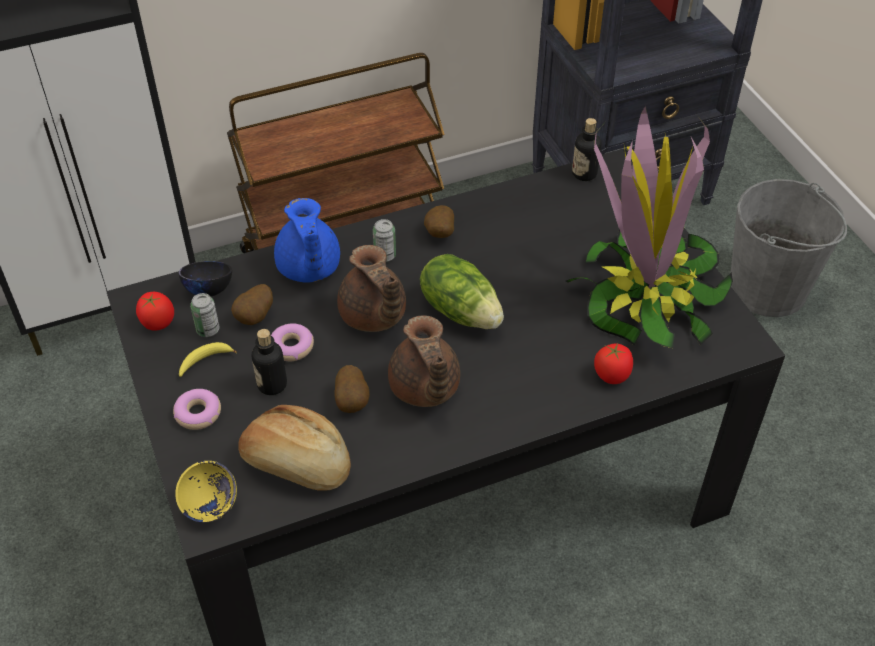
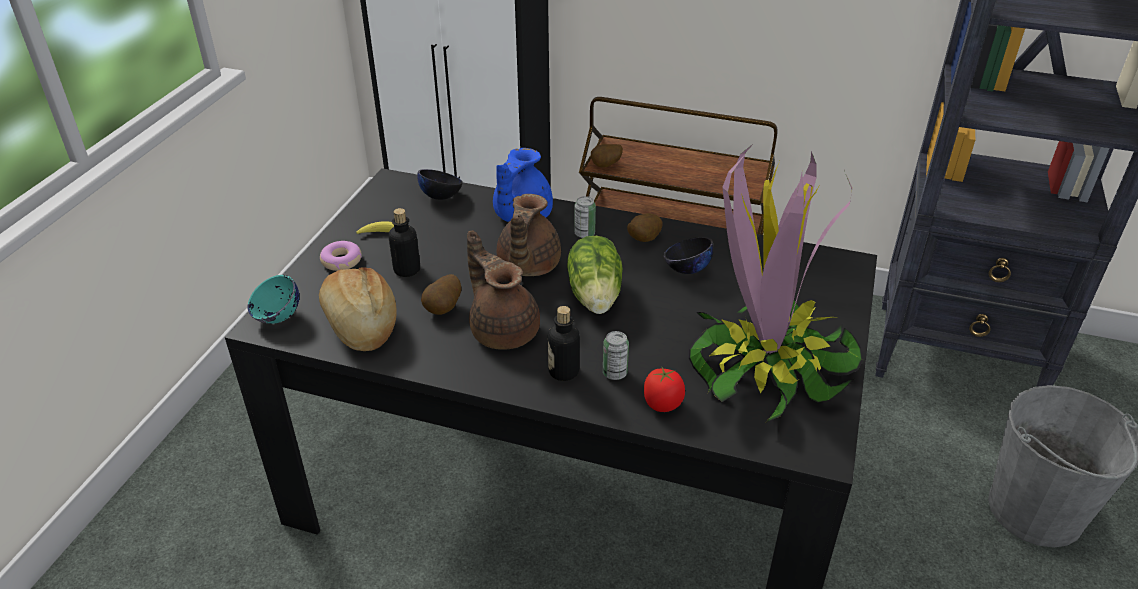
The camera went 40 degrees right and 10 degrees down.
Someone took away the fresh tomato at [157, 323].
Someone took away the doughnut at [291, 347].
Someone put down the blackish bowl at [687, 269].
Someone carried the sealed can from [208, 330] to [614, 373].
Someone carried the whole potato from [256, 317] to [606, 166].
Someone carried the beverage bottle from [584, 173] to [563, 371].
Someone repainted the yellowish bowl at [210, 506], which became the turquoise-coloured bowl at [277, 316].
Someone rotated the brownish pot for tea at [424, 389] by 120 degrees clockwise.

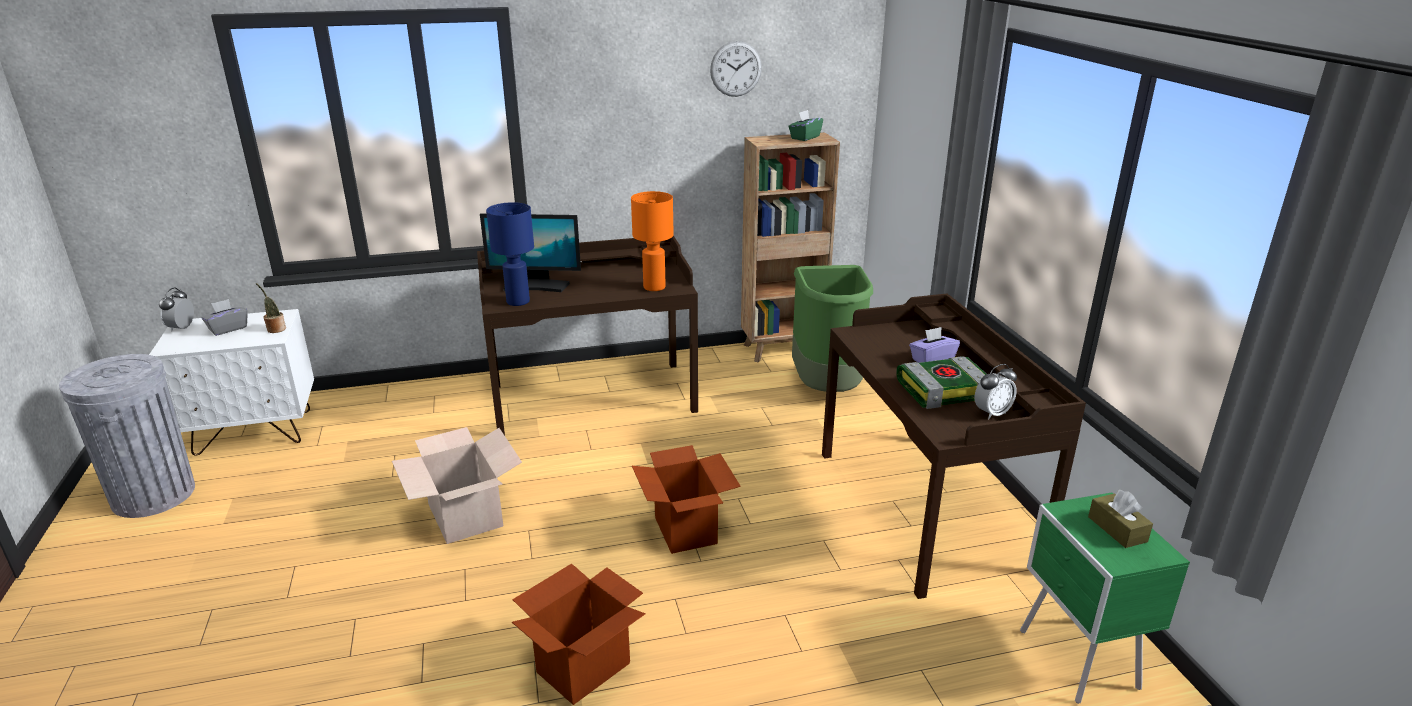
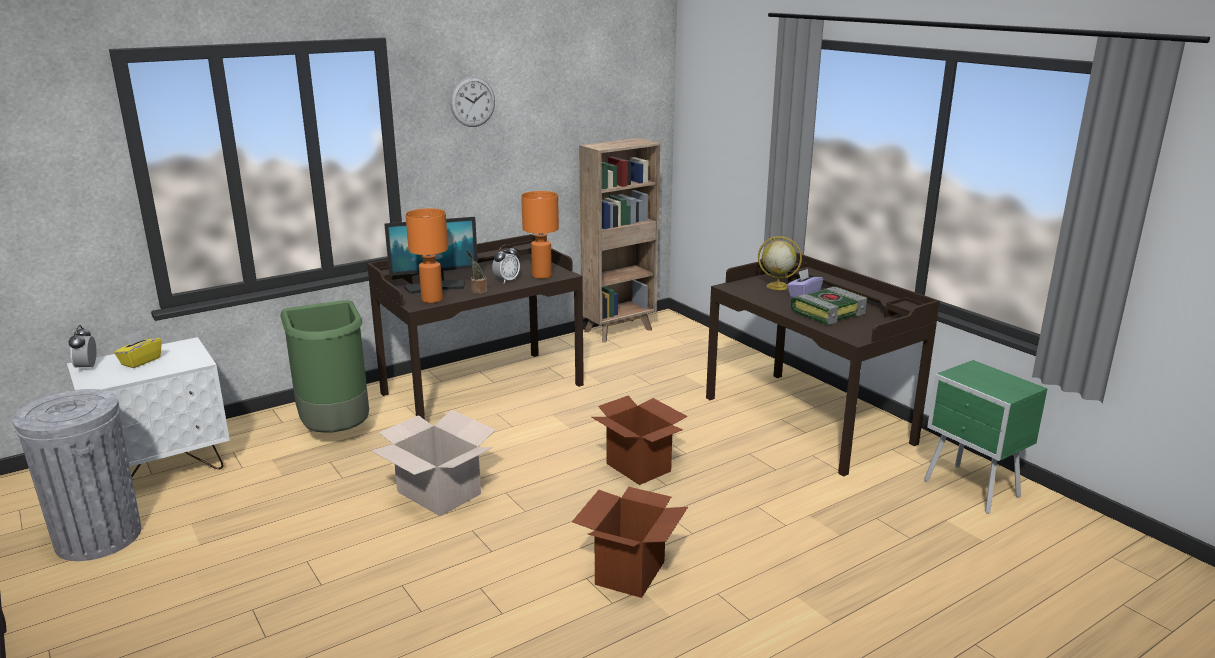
The camera went 20 degrees left and 5 degrees down.
Someone took away the greenish tissue box at [804, 137].
Someone took away the brownish tissue box at [1117, 529].
Someone put down the globe at [776, 286].
Someone carried the plant in a pot from [275, 329] to [478, 291].
Someone carried the clock on the wall from [736, 69] to [472, 102].
Someone carried the greenish rubbish bin from [827, 389] to [337, 430].
Someone carried the bedside clock from [992, 413] to [506, 280].
Someone repainted the gray tissue box at [228, 329], which became the yellowish tissue box at [140, 361].
Someone repainted the blue lamp for a table at [518, 301], which became the orange-coloured lamp for a table at [432, 299].

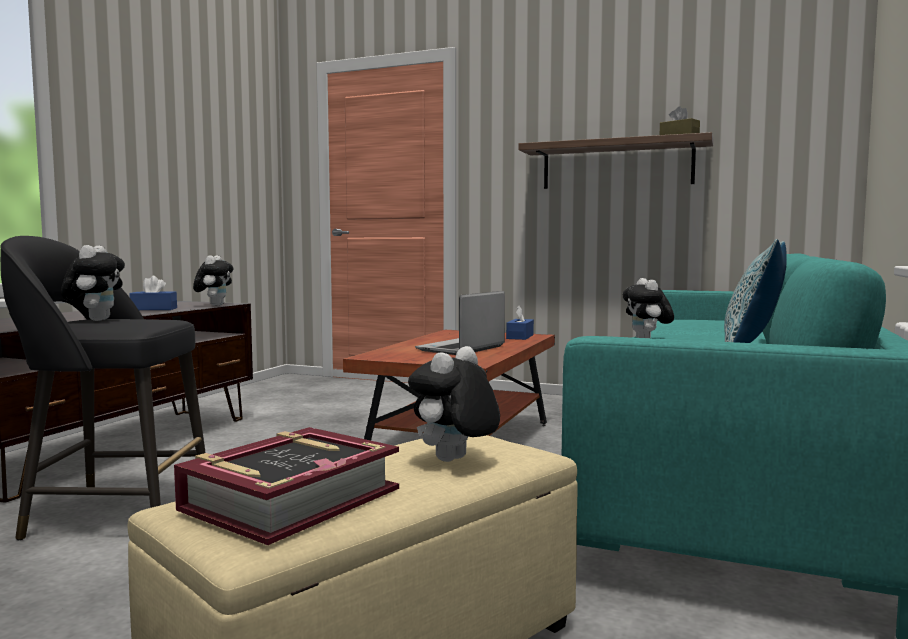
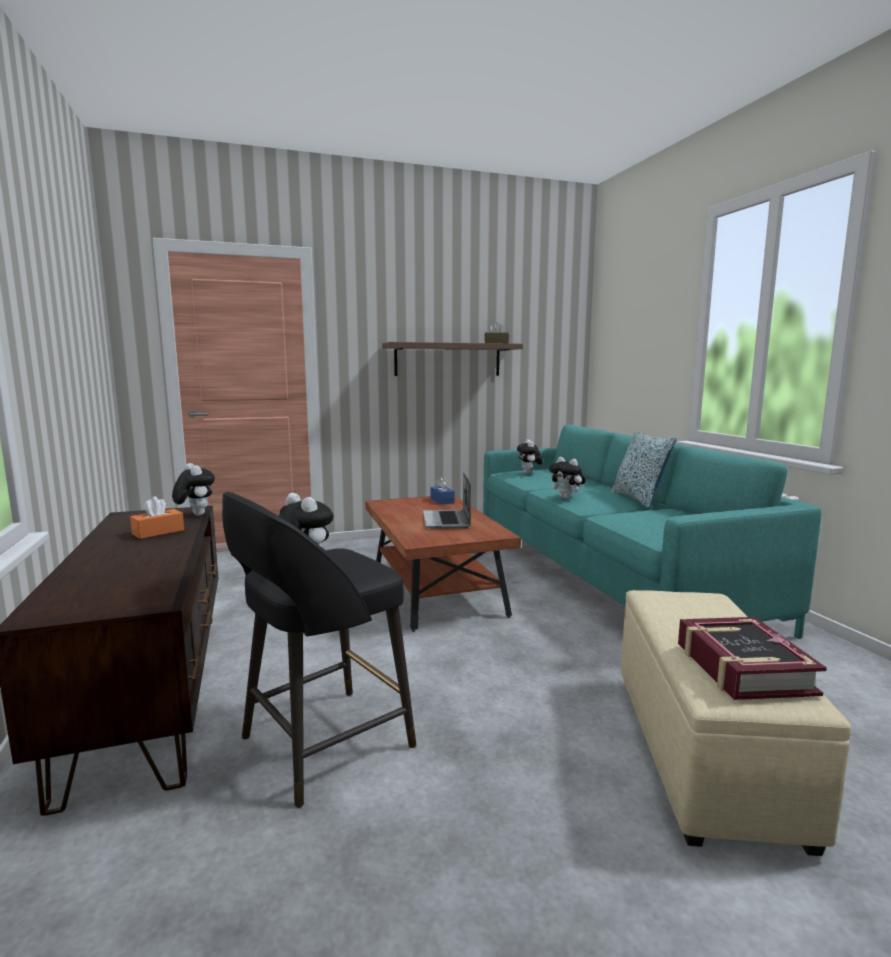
The camera went 40 degrees left and 5 degrees up.
Someone carried the soft toy from [454, 461] to [529, 473].
Someone repainted the blue tissue box at [154, 309], which became the orange-coloured tissue box at [158, 532].

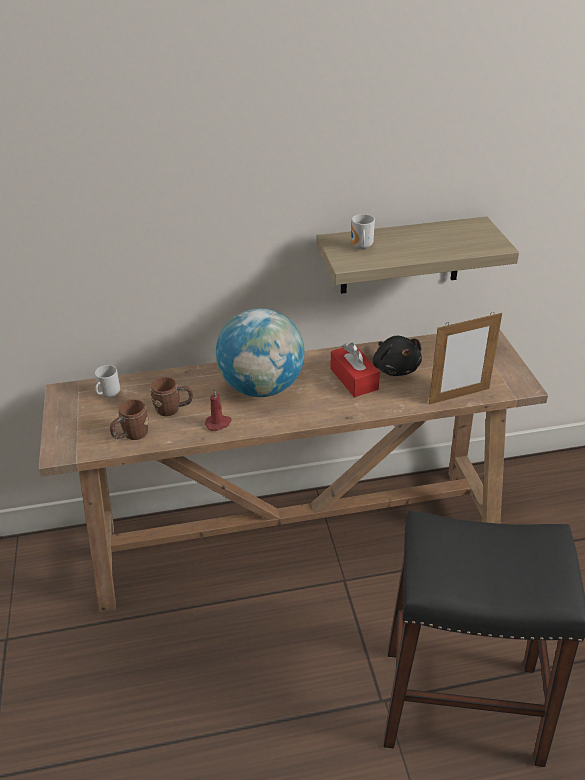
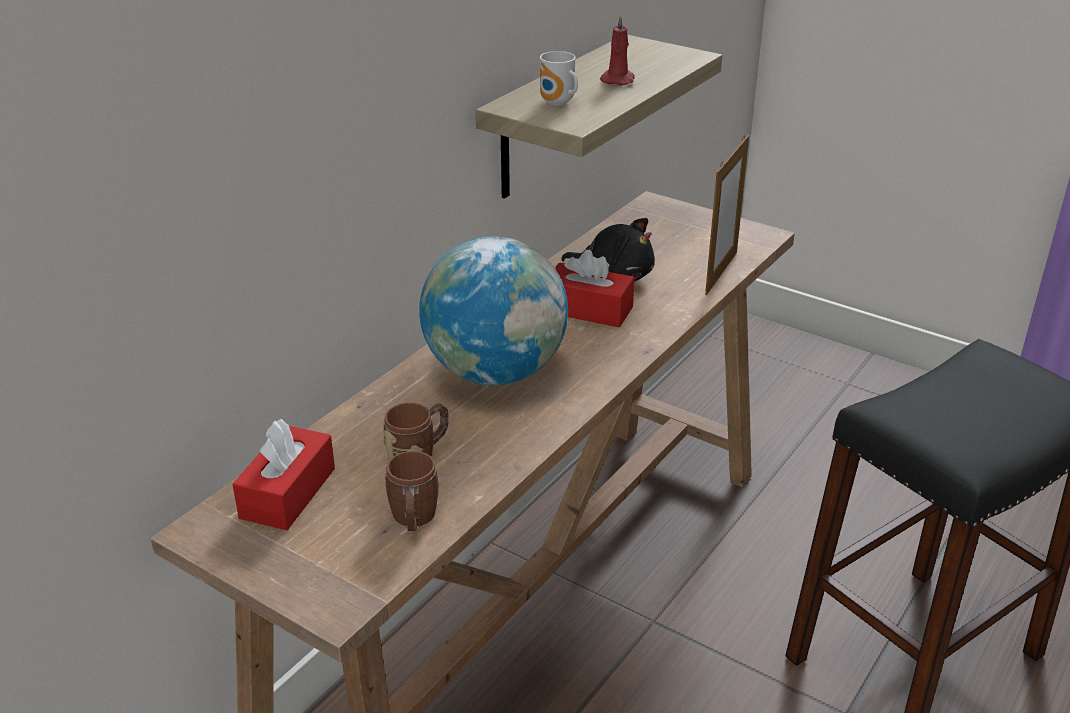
The camera went 45 degrees left and 5 degrees down.
Someone carried the red-coloured wax light from [218, 423] to [618, 80].
Someone swapped the coffee mug at [108, 395] for the red-coloured tissue box at [288, 493].

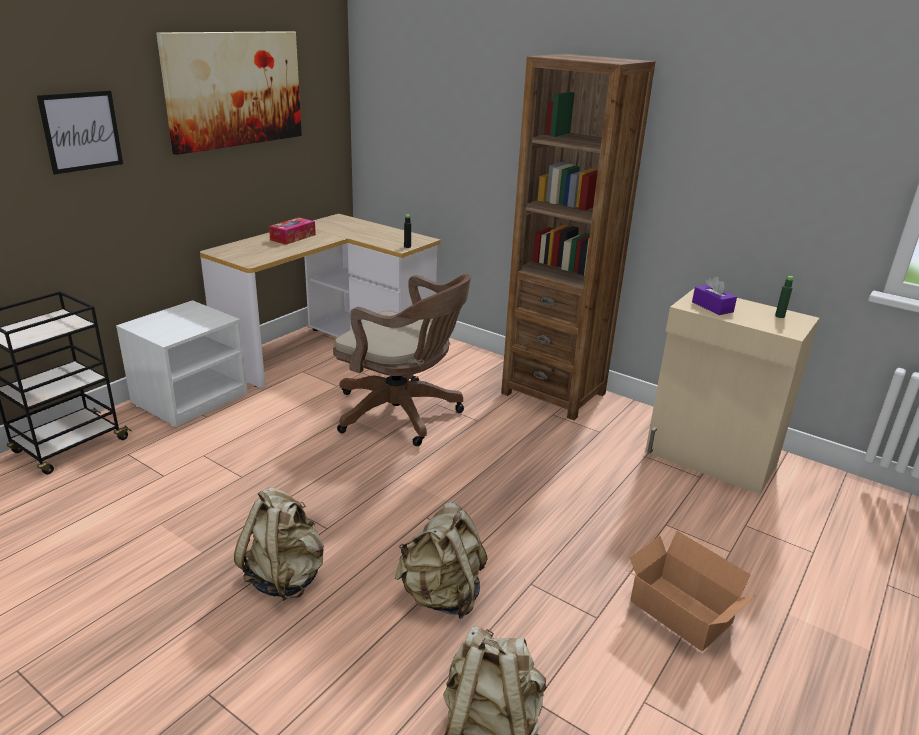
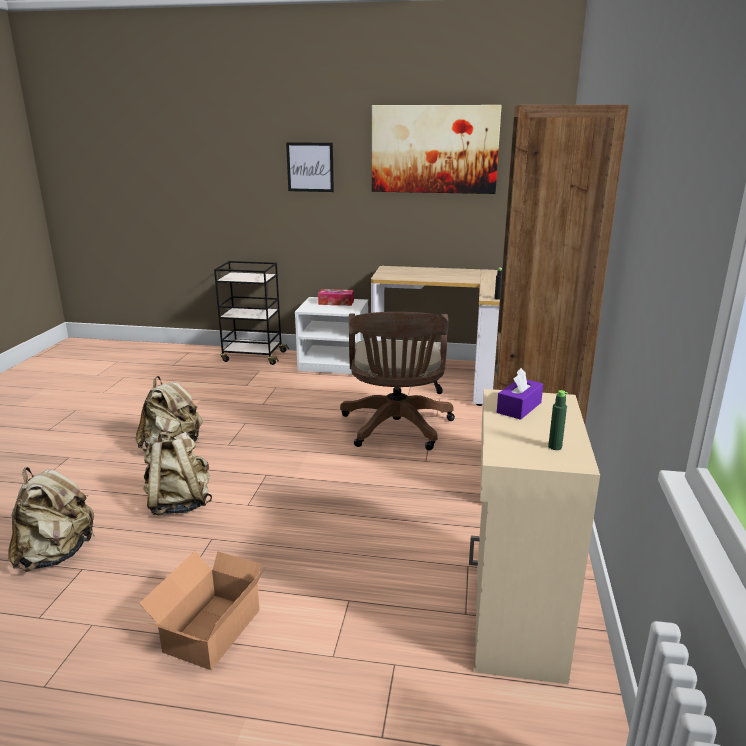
The camera went 65 degrees right and 5 degrees down.
Someone carried the tissue box from [293, 237] to [336, 302].

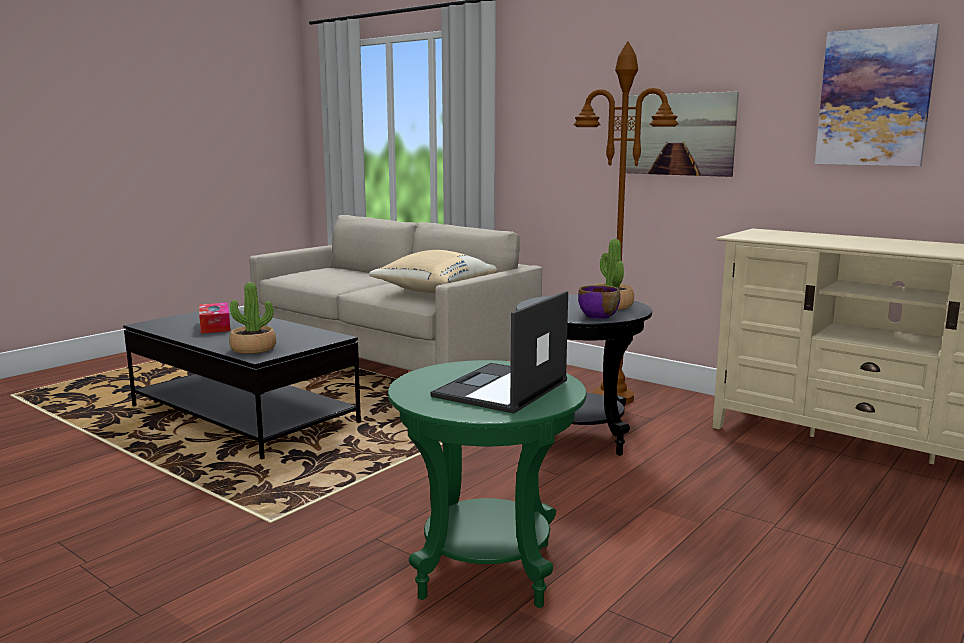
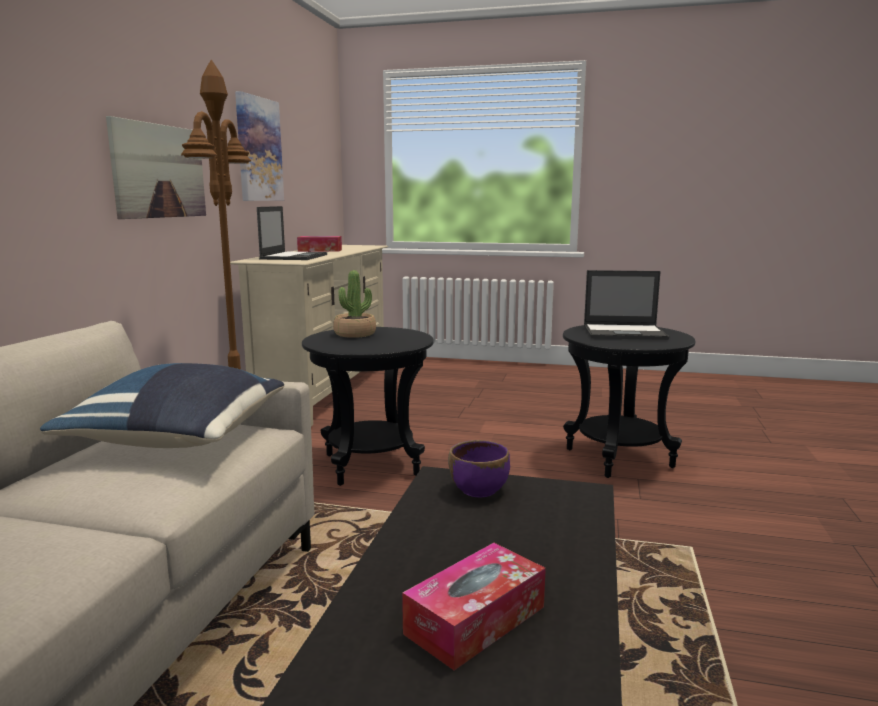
The camera went 115 degrees left and 0 degrees up.
Someone took away the plant in a pot at [253, 349].
Someone put down the notebook computer at [294, 257].
Someone put down the tissue box at [320, 250].
Someone carried the purple bowl from [598, 316] to [479, 489].
Someone repainted the beige cushion at [433, 291], which became the blue cushion at [181, 440].
Someone repainted the greenish side table at [486, 571], which became the blackish side table at [619, 458].

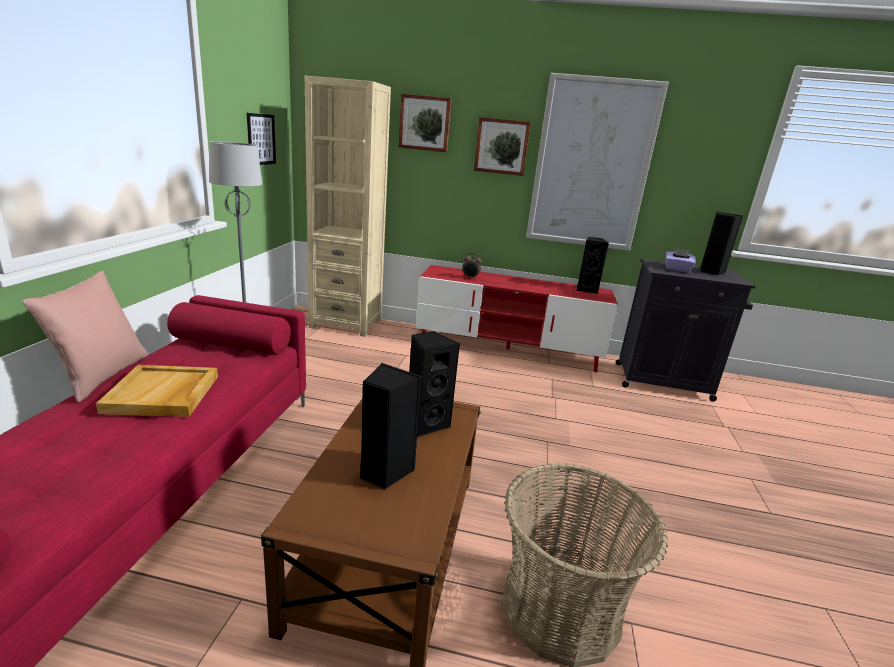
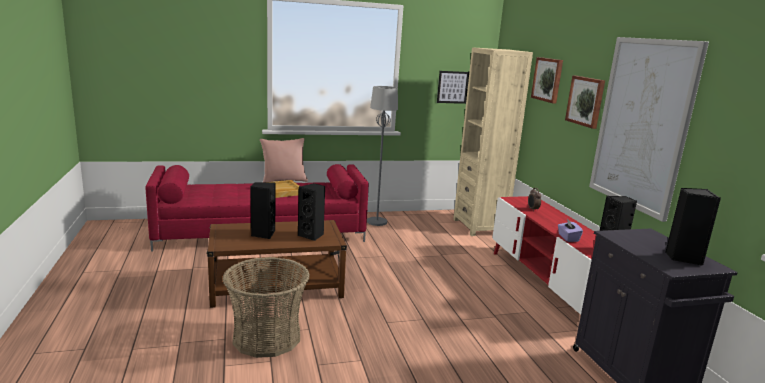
The camera went 65 degrees right and 5 degrees down.
Someone carried the purple tissue box from [677, 269] to [568, 238].

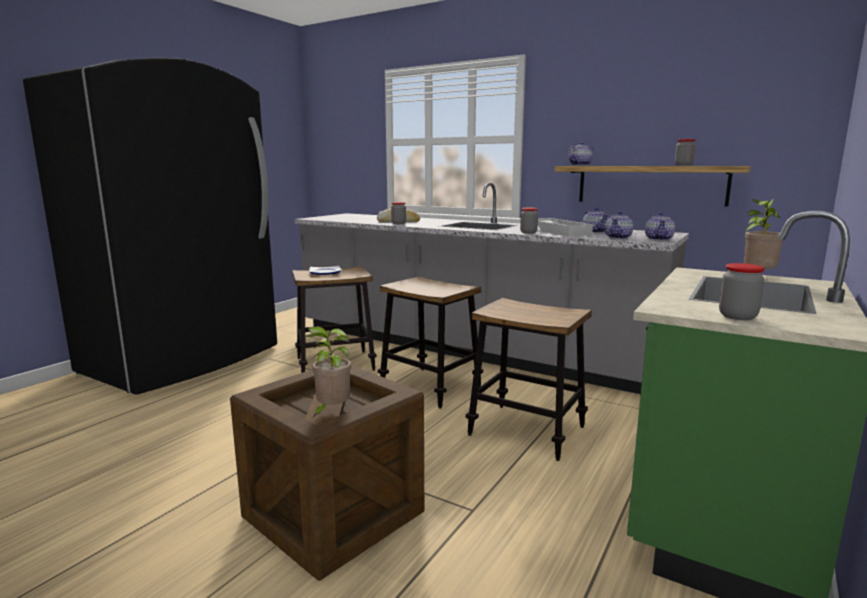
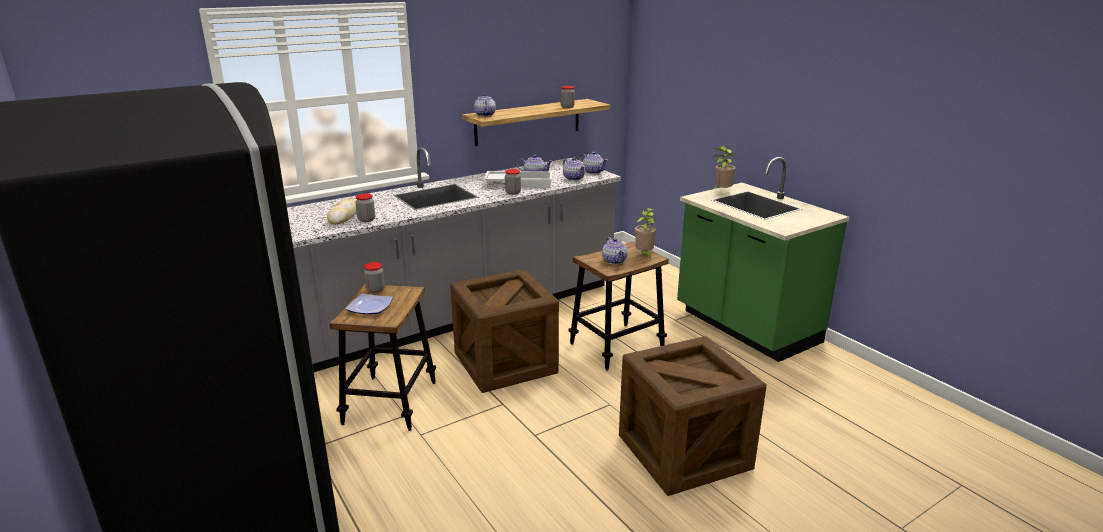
The camera went 65 degrees left and 10 degrees up.
Someone put down the pot for tea at [614, 261].
Someone carried the plant in a pot from [331, 411] to [644, 255].
Someone carried the jar from [737, 316] to [375, 290].
Someone swapped the stool seat at [430, 387] for the packing crate at [505, 363].

